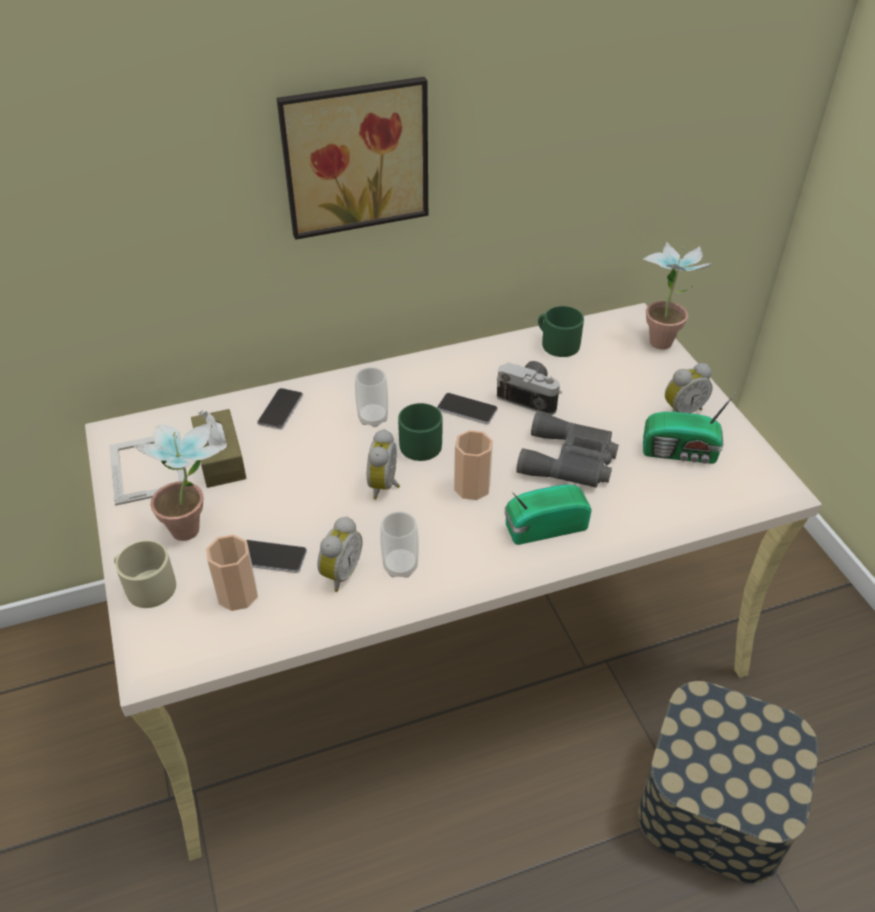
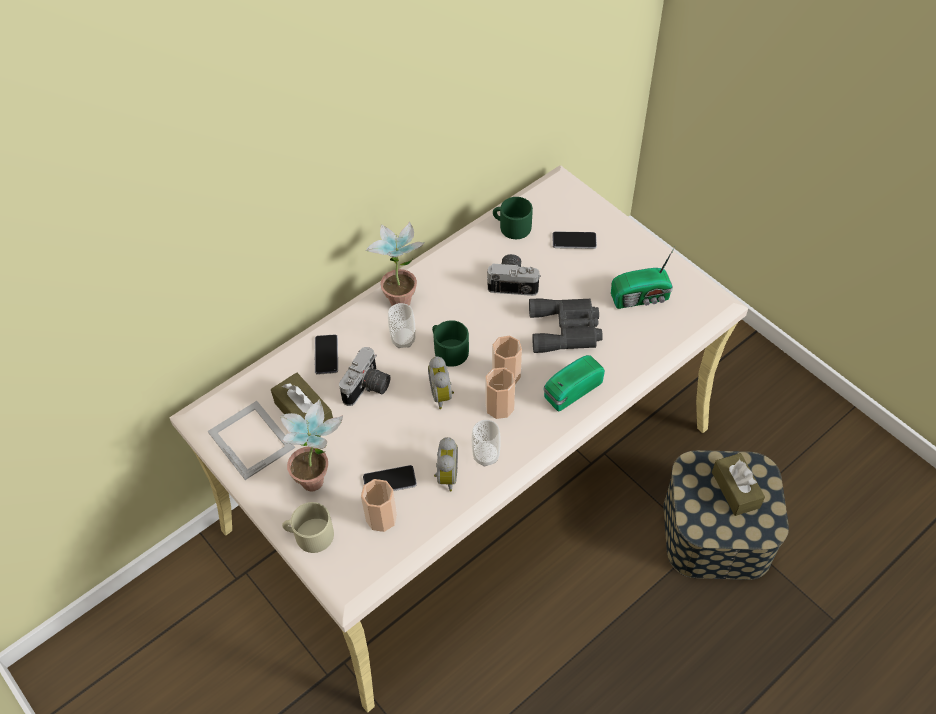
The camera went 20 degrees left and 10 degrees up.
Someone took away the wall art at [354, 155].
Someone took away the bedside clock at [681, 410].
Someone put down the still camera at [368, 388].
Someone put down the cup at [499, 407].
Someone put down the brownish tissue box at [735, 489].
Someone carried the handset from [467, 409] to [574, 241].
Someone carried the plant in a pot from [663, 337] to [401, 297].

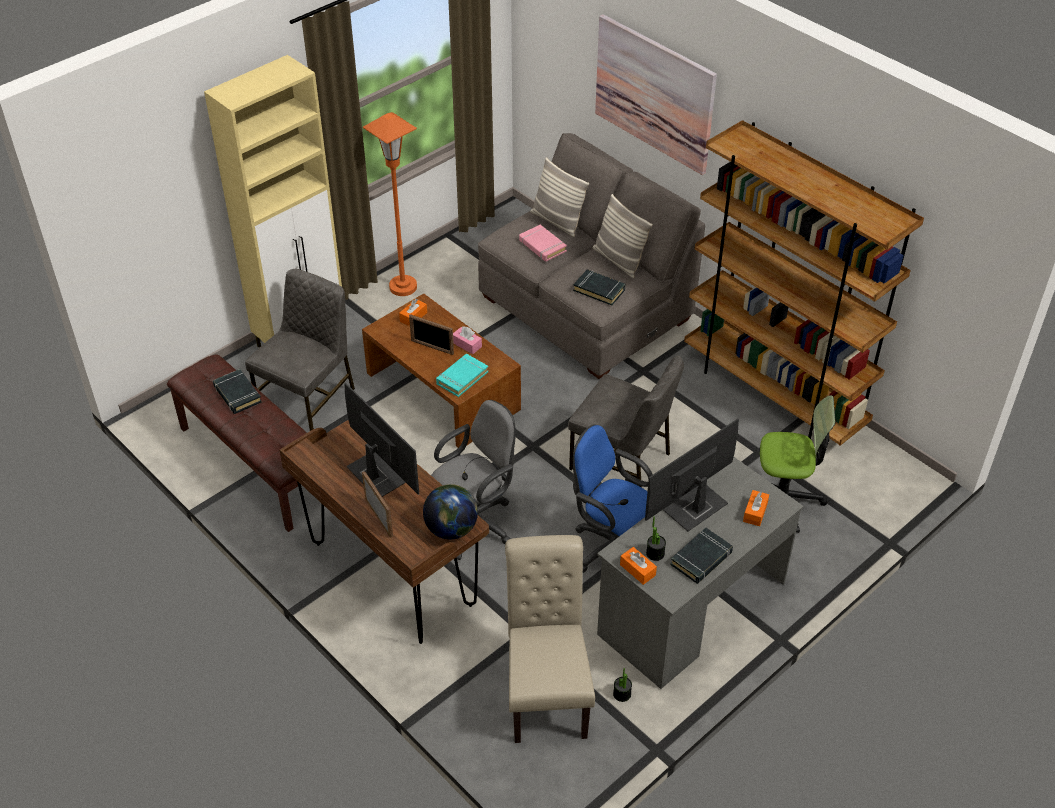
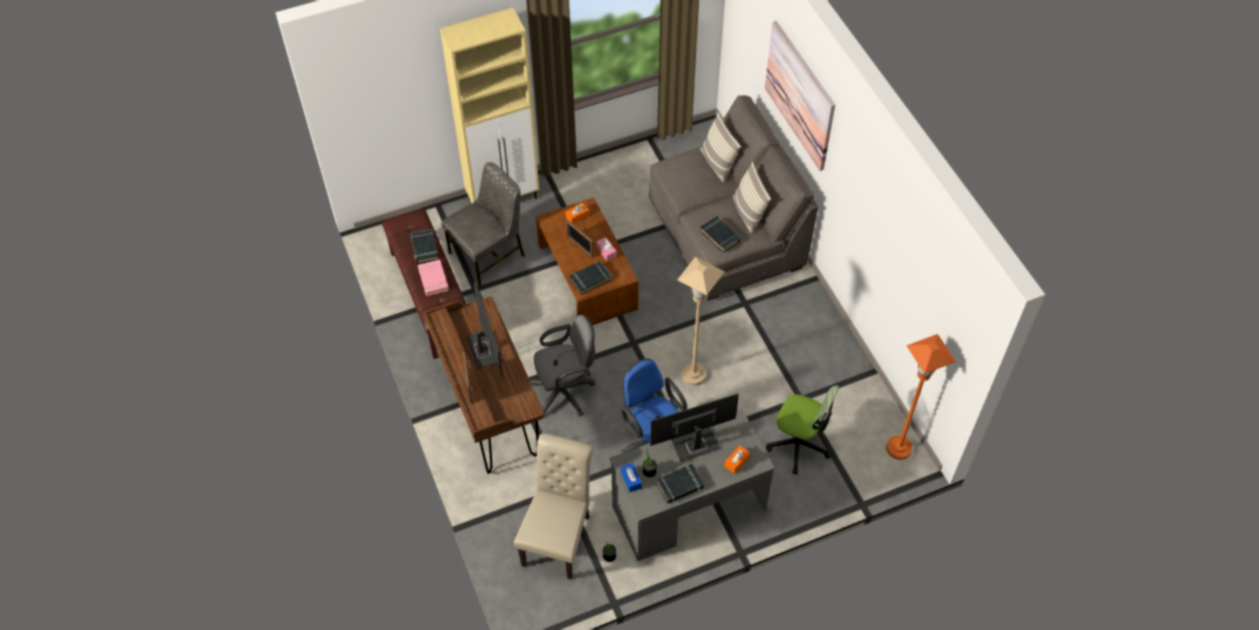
The camera went 20 degrees right and 10 degrees up.
Someone took away the globe at [451, 529].
Someone took away the brownish shelving unit at [773, 394].
Someone carried the orange-coloured standard lamp from [403, 287] to [899, 448].
Someone carried the pink bound book from [542, 246] to [433, 279].
Someone swapped the gray plain chair at [622, 461] for the beige standard lamp at [693, 375].
Someone repainted the turquoise-coloured bound book at [462, 378], which became the blackish bound book at [590, 279].
Someone repainted the orange-coloured tissue box at [637, 570], which became the blue tissue box at [631, 479].

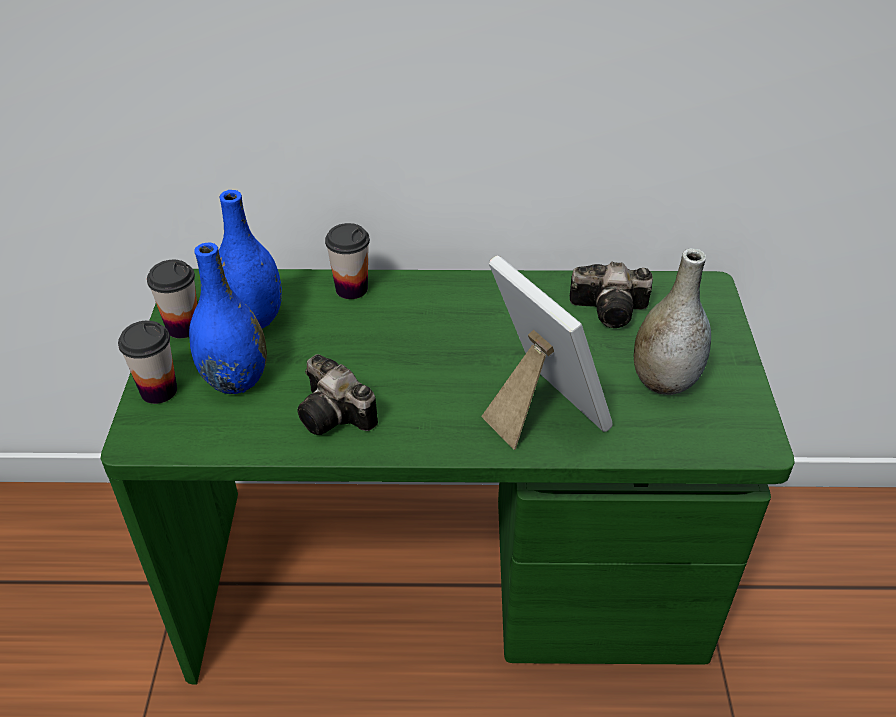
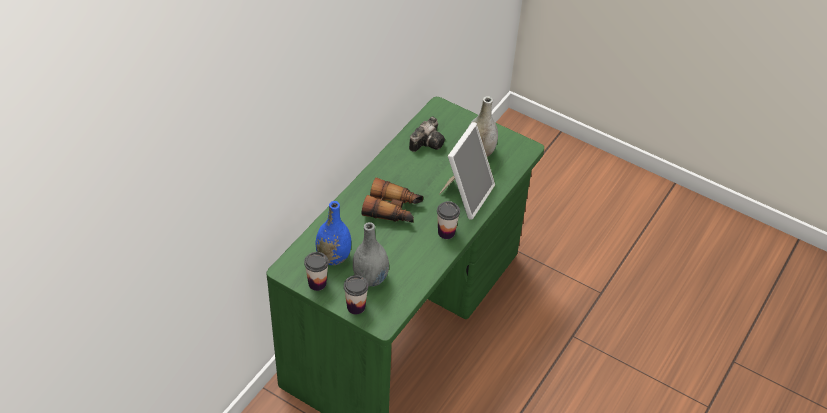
The camera went 60 degrees left and 5 degrees up.
Someone took away the still camera at [337, 416].
Someone put down the field glasses at [393, 209].
Someone carried the cup from [351, 289] to [446, 232].
Someone repainted the blue flower vase at [235, 380], which became the gray flower vase at [370, 278].
Someone rotated the photo frame at [539, 410] by 120 degrees clockwise.

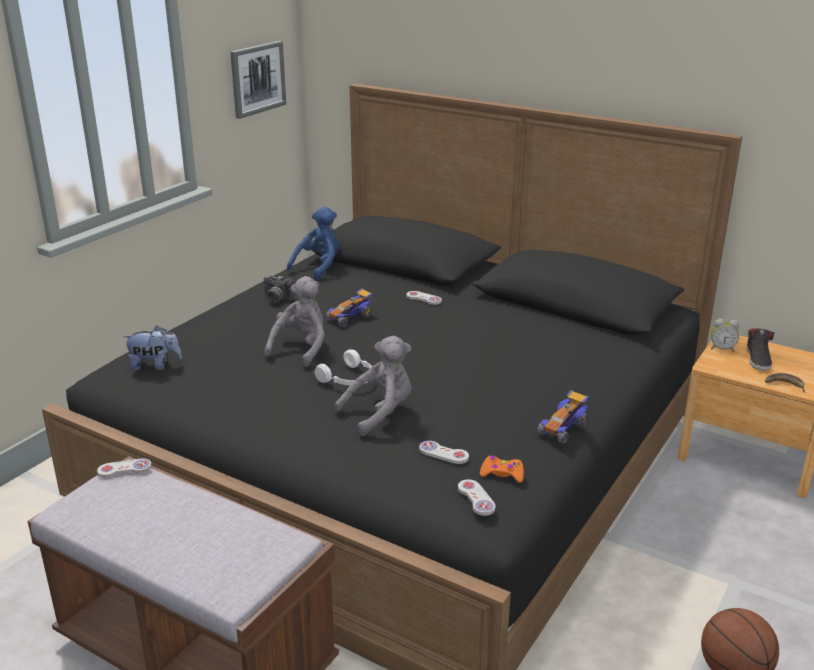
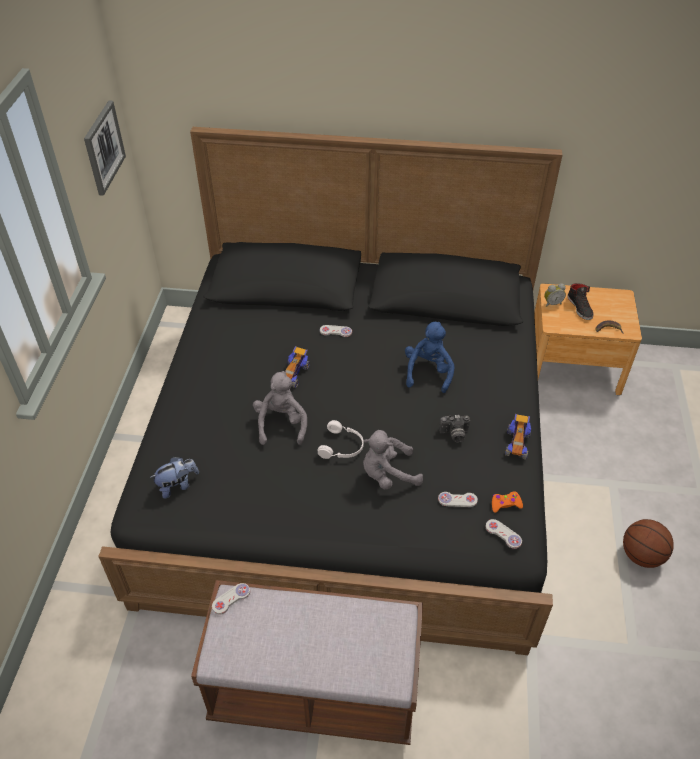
The camera went 25 degrees left and 20 degrees up.
Someone carried the still camera from [276, 299] to [454, 435].
Someone carried the blue soft toy from [319, 267] to [428, 372].
Someone rotated the gray soft toy at [380, 413] by 135 degrees counterclockwise.

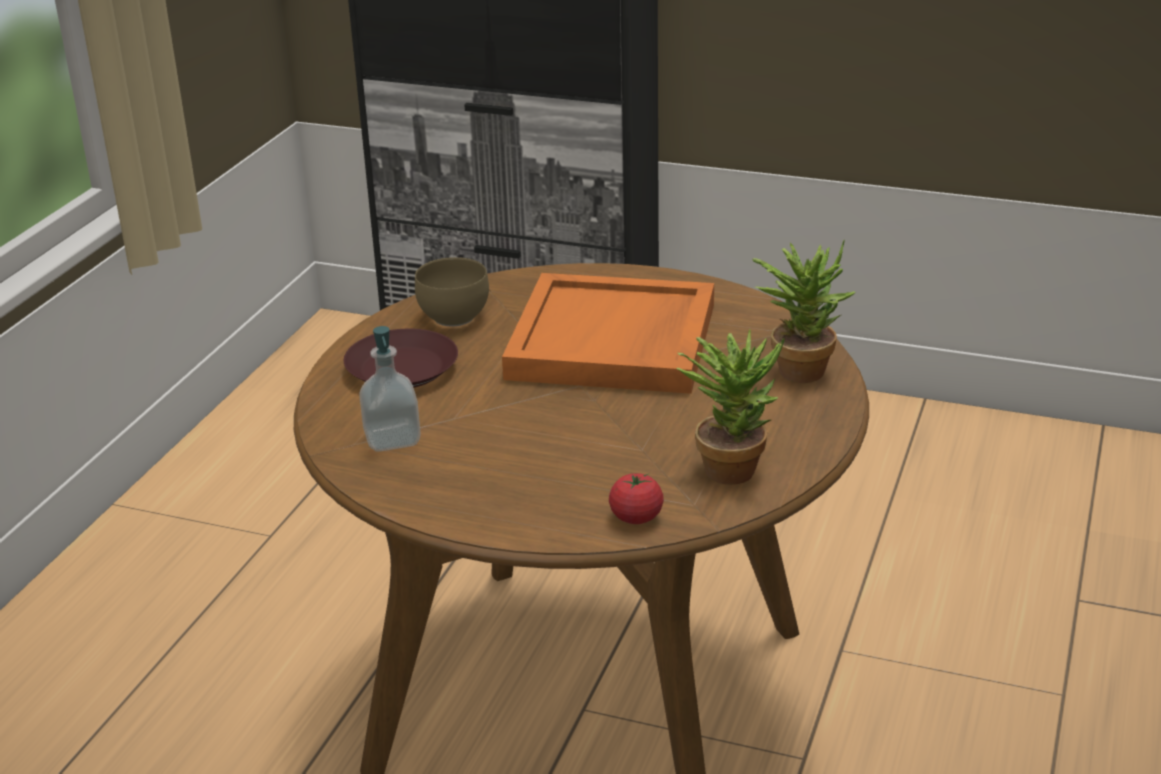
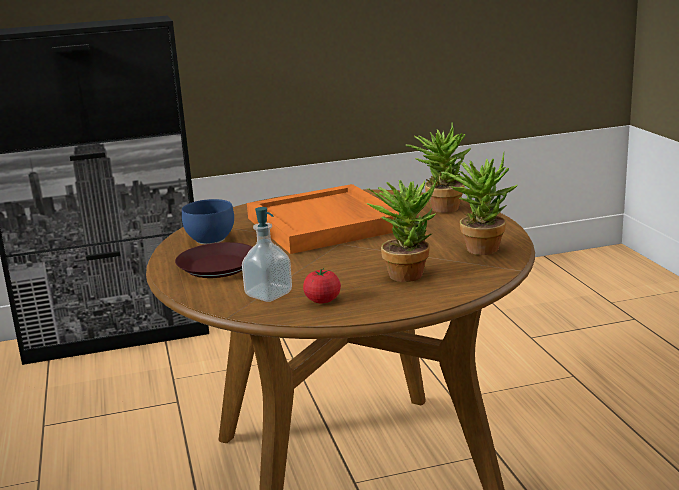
The camera went 35 degrees left and 10 degrees down.
Someone put down the plant in a pot at [407, 272].
Someone carried the fresh tomato from [636, 517] to [322, 300].
Someone repainted the brownish bowl at [453, 319], which became the blue bowl at [211, 240].

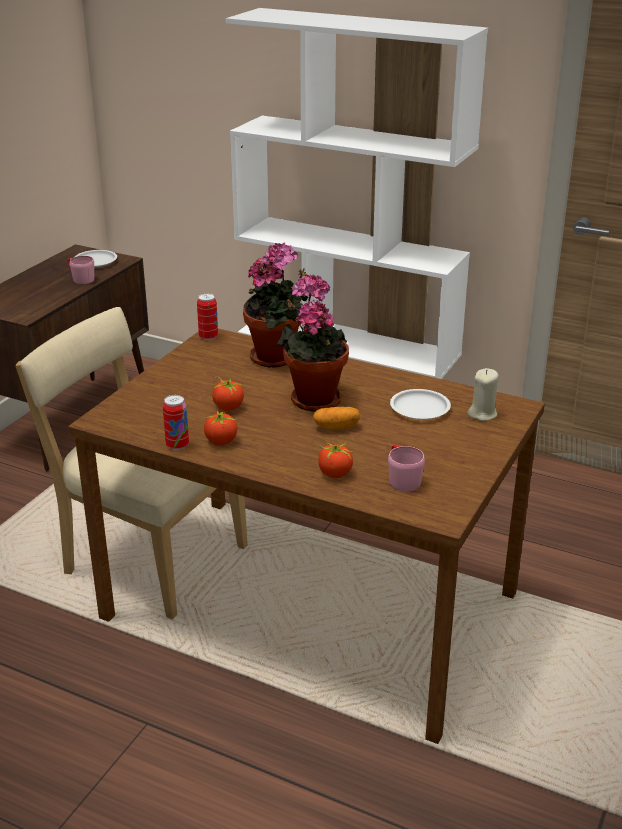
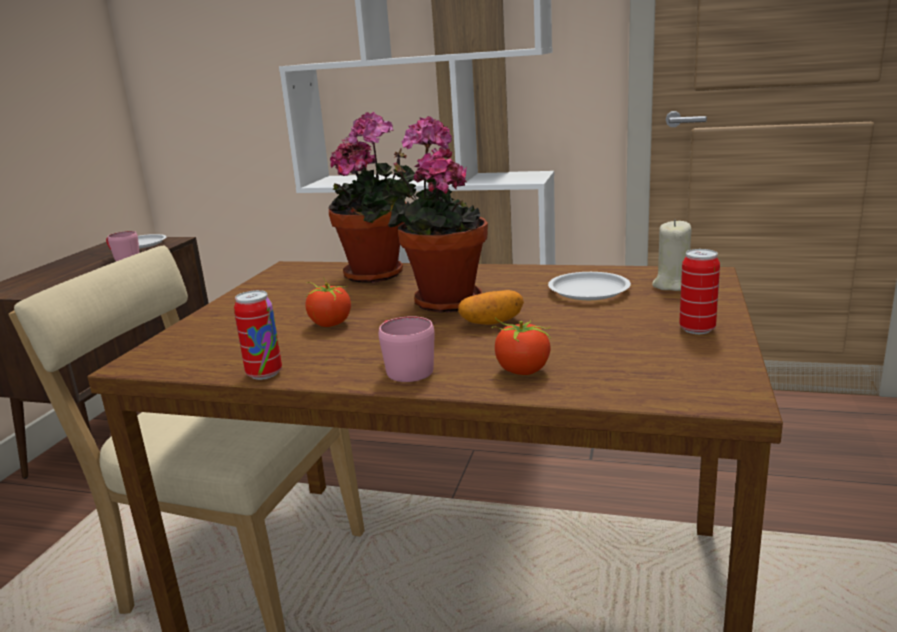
The camera went 10 degrees left and 10 degrees down.
Someone took away the fresh tomato at [221, 441].
Someone carried the sealed can from [208, 337] to [697, 329].
Someone carried the pink coffee mug from [401, 479] to [403, 368].

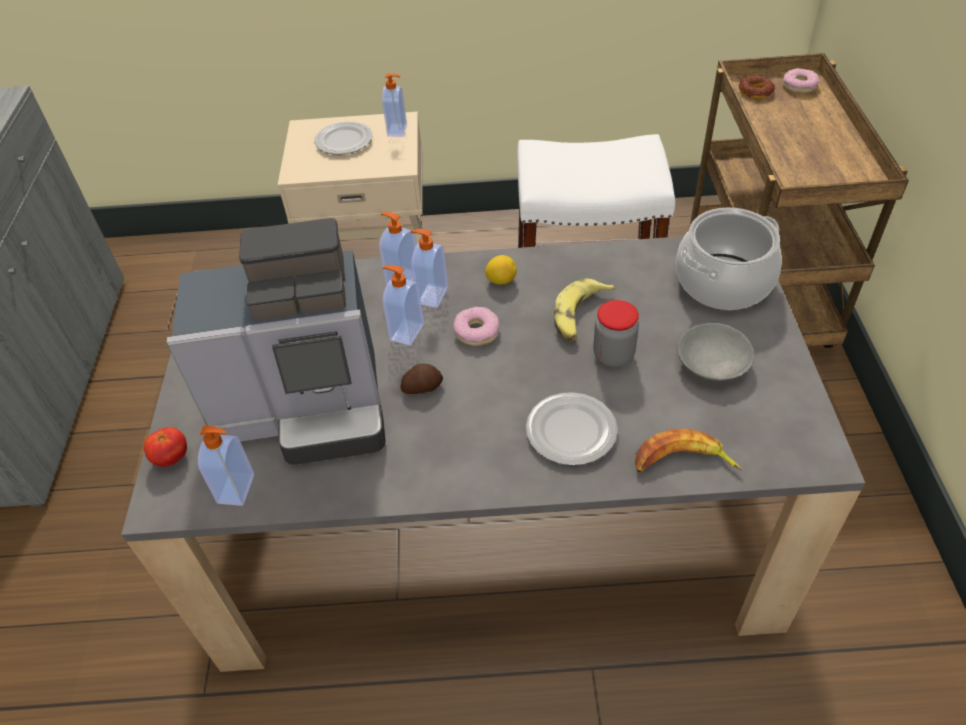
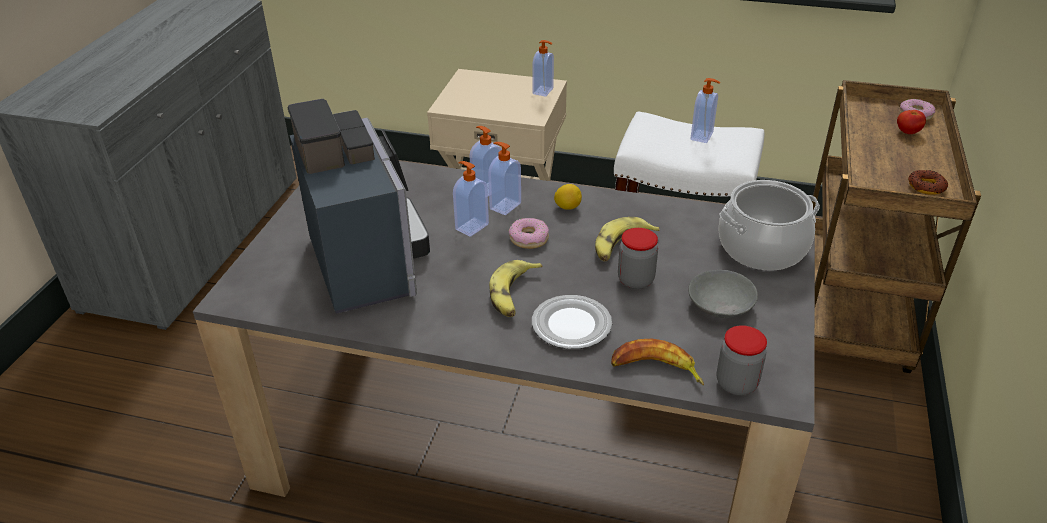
The camera went 15 degrees right and 10 degrees down.
Someone took away the flat dish at [344, 141].
Someone took away the whole potato at [422, 387].
Someone put down the banana at [513, 294].
Someone put down the jar at [736, 383].
Someone carried the fresh tomato from [172, 458] to [907, 132].
Someone carried the soap dispenser from [238, 489] to [702, 136].
Someone carried the doughnut from [755, 91] to [926, 186].
Someone rotated the coffee machine at [308, 408] by 120 degrees counterclockwise.

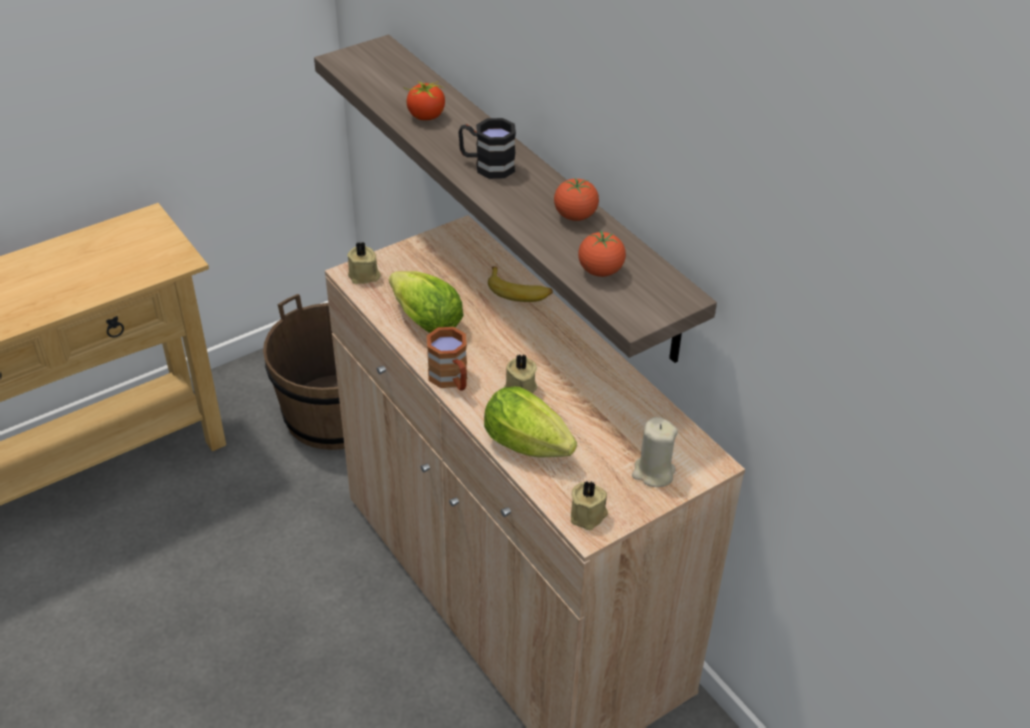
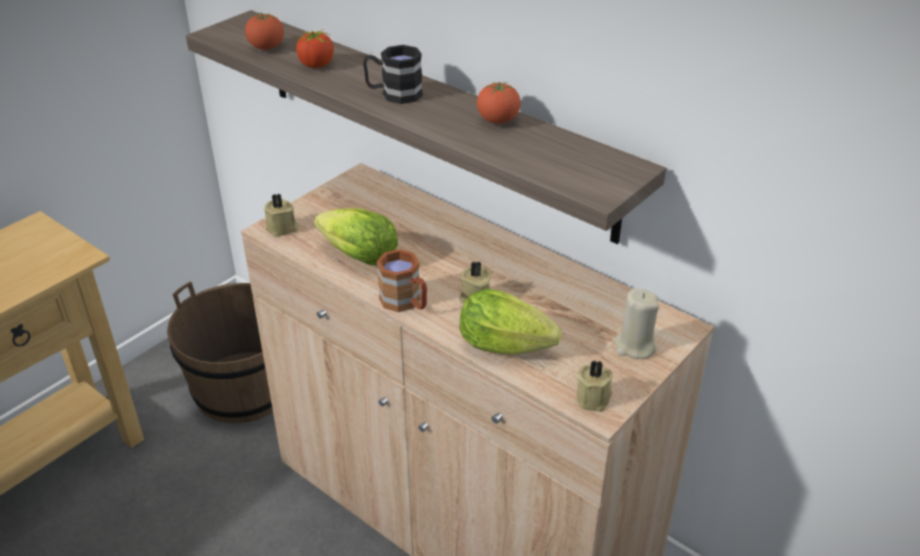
The camera went 15 degrees left and 5 degrees down.
Someone took away the banana at [519, 291].
Someone carried the fresh tomato from [600, 271] to [266, 48].

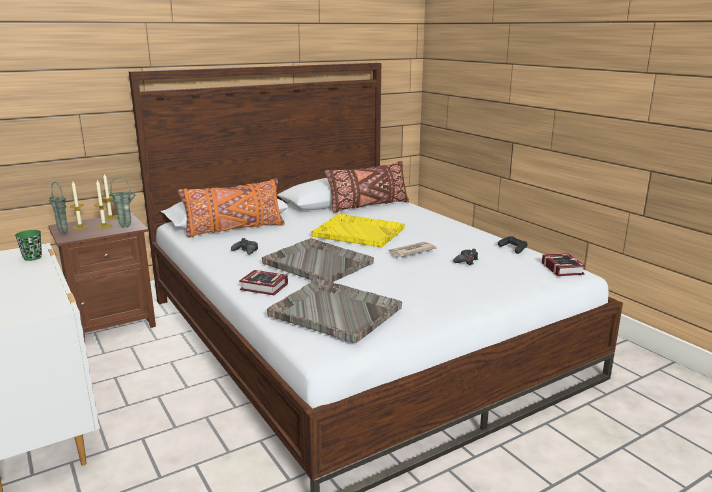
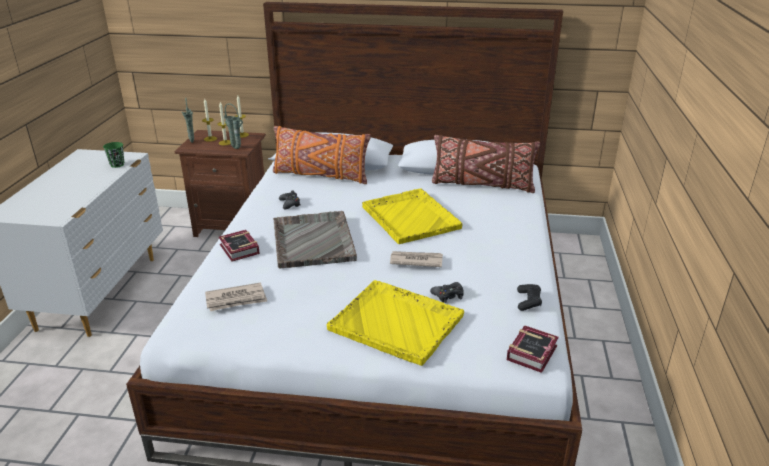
The camera went 40 degrees right and 10 degrees up.
Someone put down the yellowish carrying tray at [397, 323].
Someone swapped the gray carrying tray at [334, 311] for the newspaper at [236, 299].

